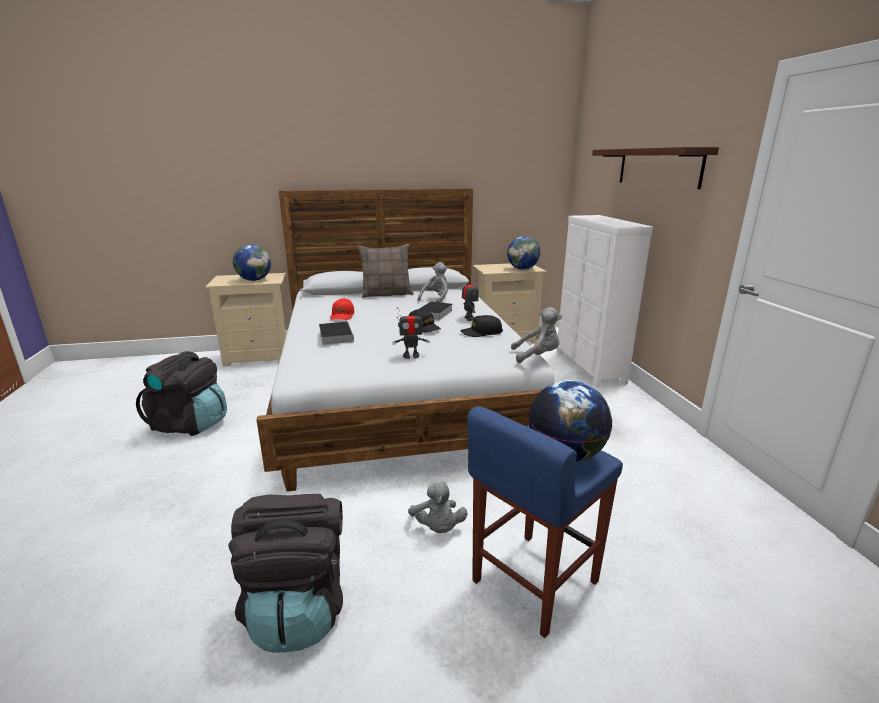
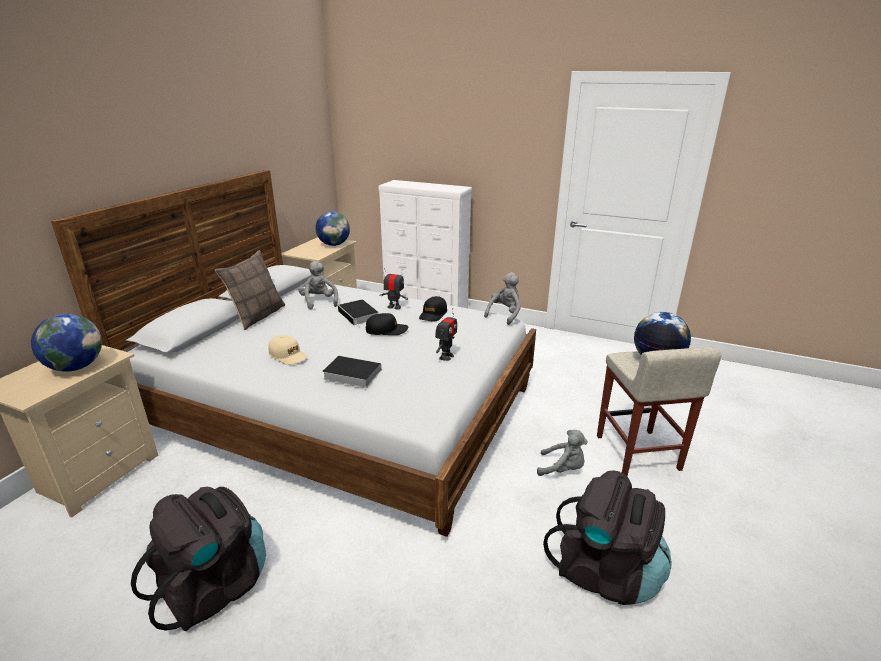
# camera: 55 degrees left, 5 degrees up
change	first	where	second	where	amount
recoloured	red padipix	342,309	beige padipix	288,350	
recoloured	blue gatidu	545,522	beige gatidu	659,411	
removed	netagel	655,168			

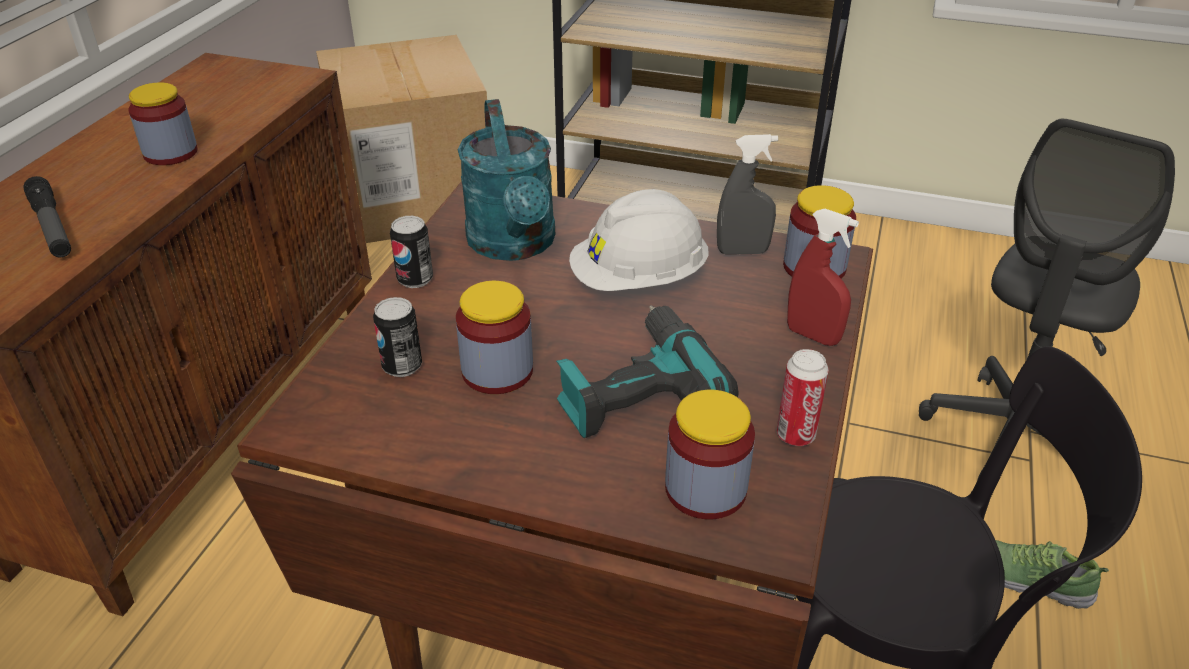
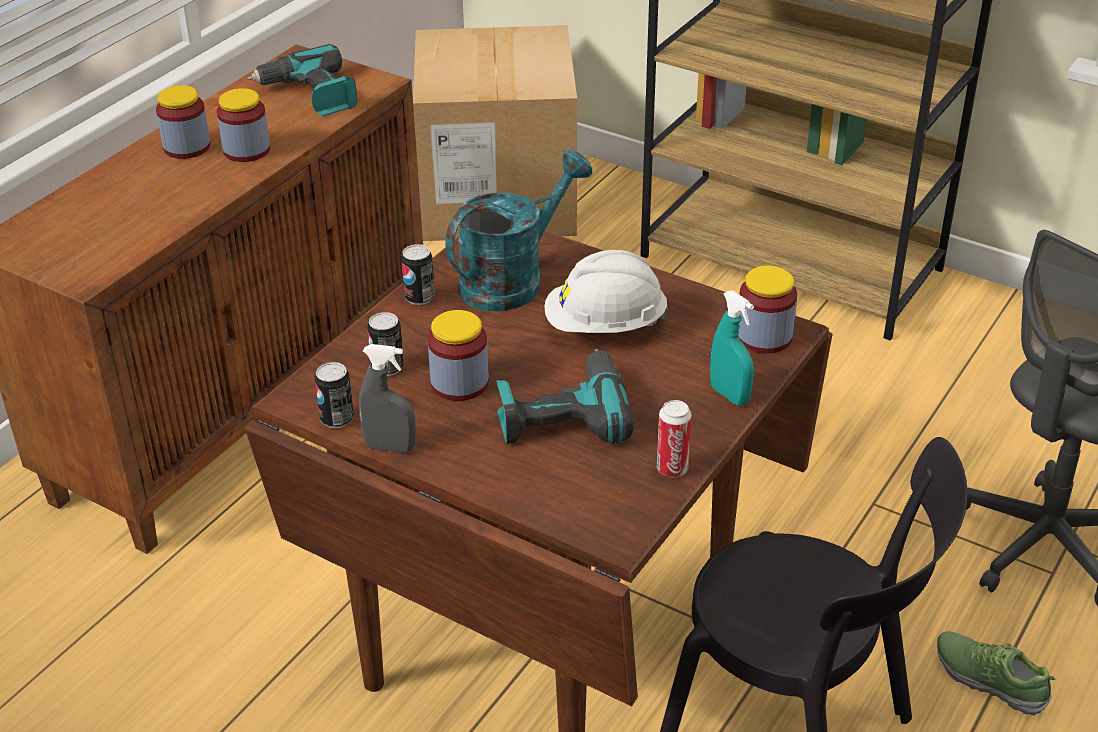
# camera: 15 degrees right, 0 degrees up
change	first	where	second	where	amount
moved	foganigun	710,454		183,122	
added			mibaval	302,80	
added			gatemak	334,395	
moved	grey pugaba	747,194		387,398	
turned	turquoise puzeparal	506,180		518,230	135 degrees counterclockwise
recoloured	red pugaba	823,277	turquoise pugaba	732,348	
removed	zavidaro	47,217			

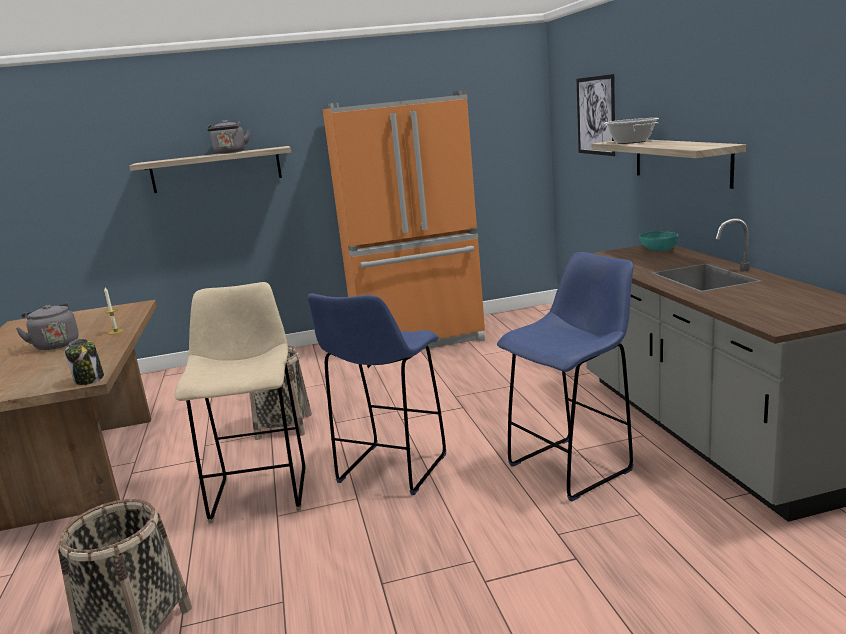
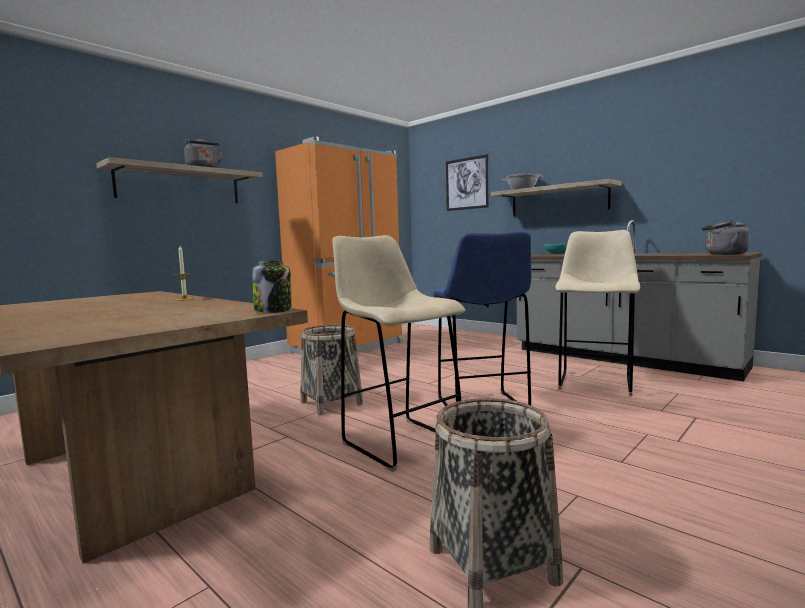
# camera: 35 degrees left, 10 degrees down
change	first	where	second	where	amount
recoloured	blue gatidu	565,376	beige gatidu	598,313	
moved	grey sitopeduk	47,326		726,237	

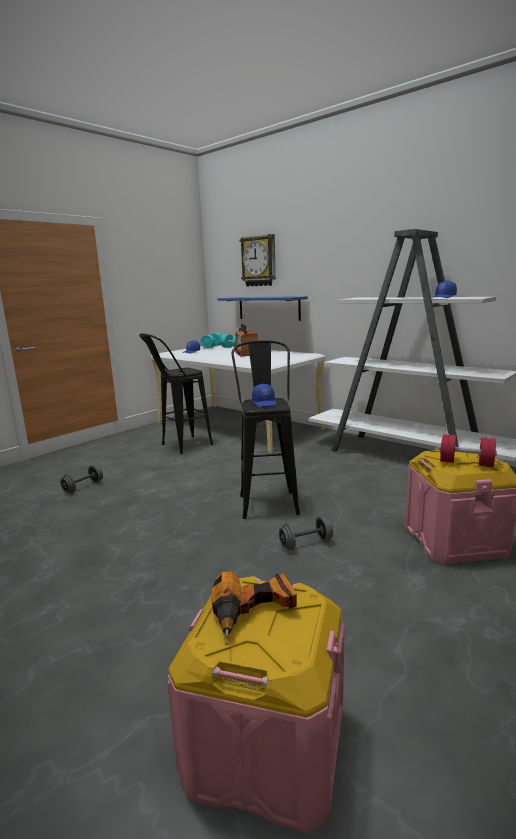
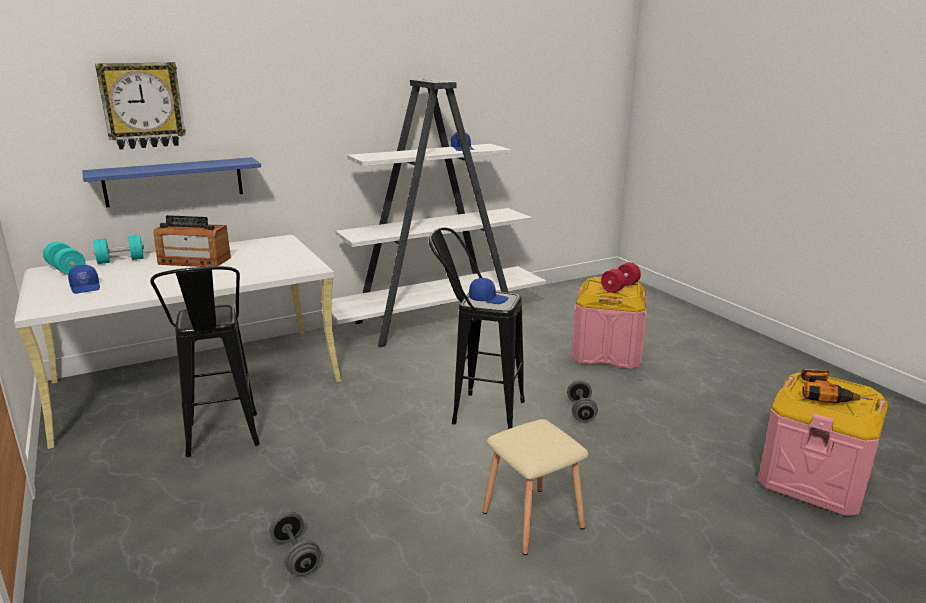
# camera: 70 degrees left, 5 degrees up
change	first	where	second	where	amount
added			beige gatidu	535,487	

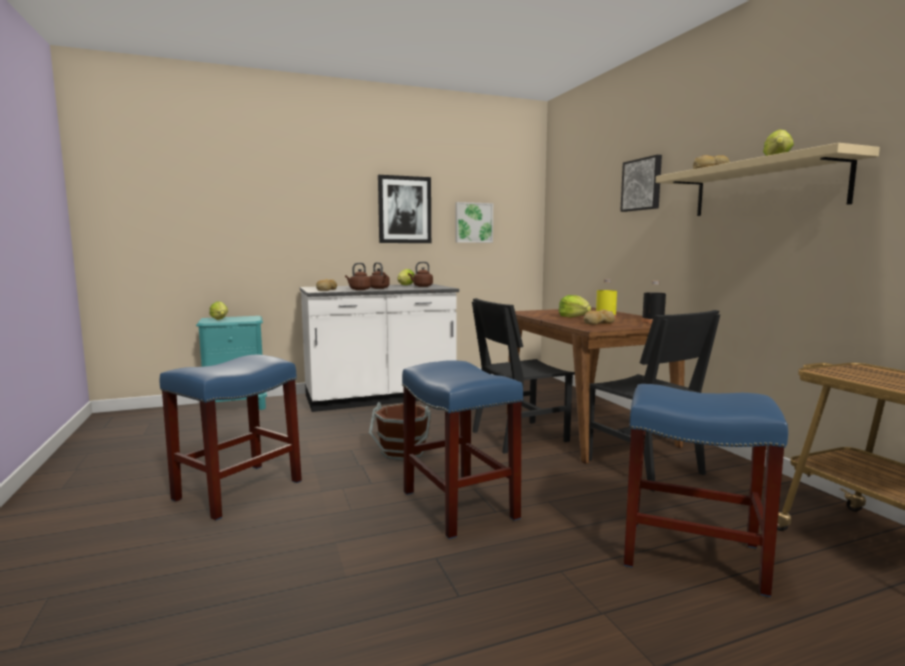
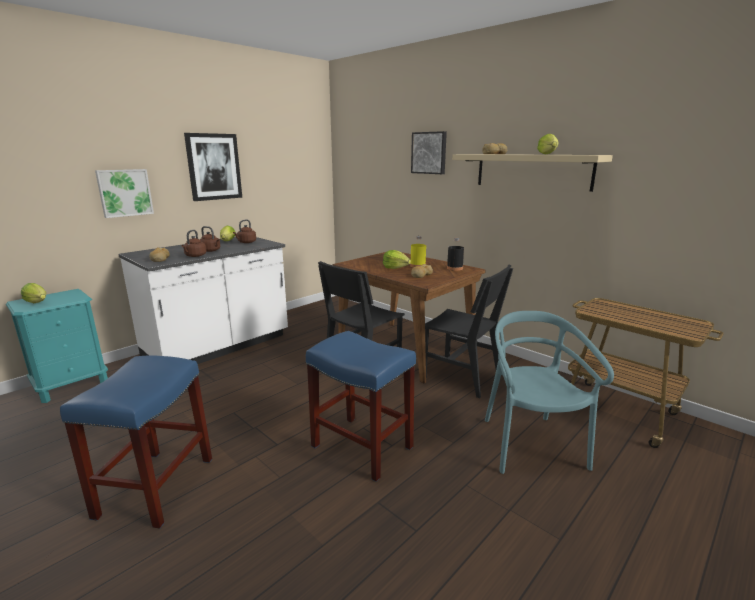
# camera: 25 degrees left, 10 degrees up
change	first	where	second	where	amount
moved	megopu	474,222		124,193	
replaced	blue gatidu	706,490	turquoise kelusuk	549,392	
removed	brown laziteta	400,431			

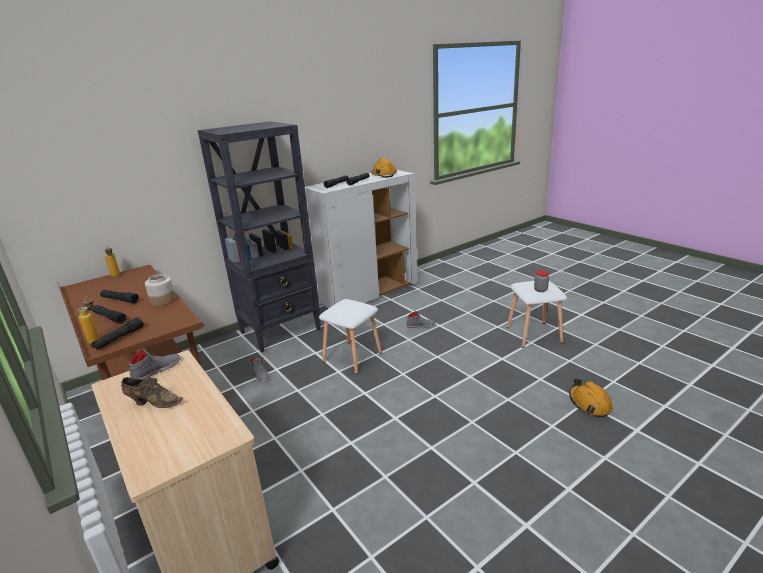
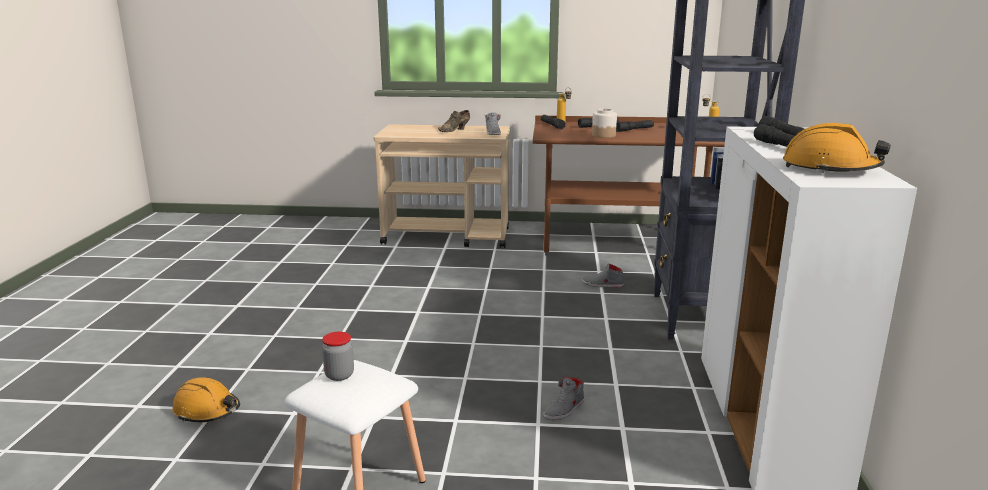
# camera: 130 degrees right, 5 degrees down
change	first	where	second	where	amount
removed	white gatidu	350,336			

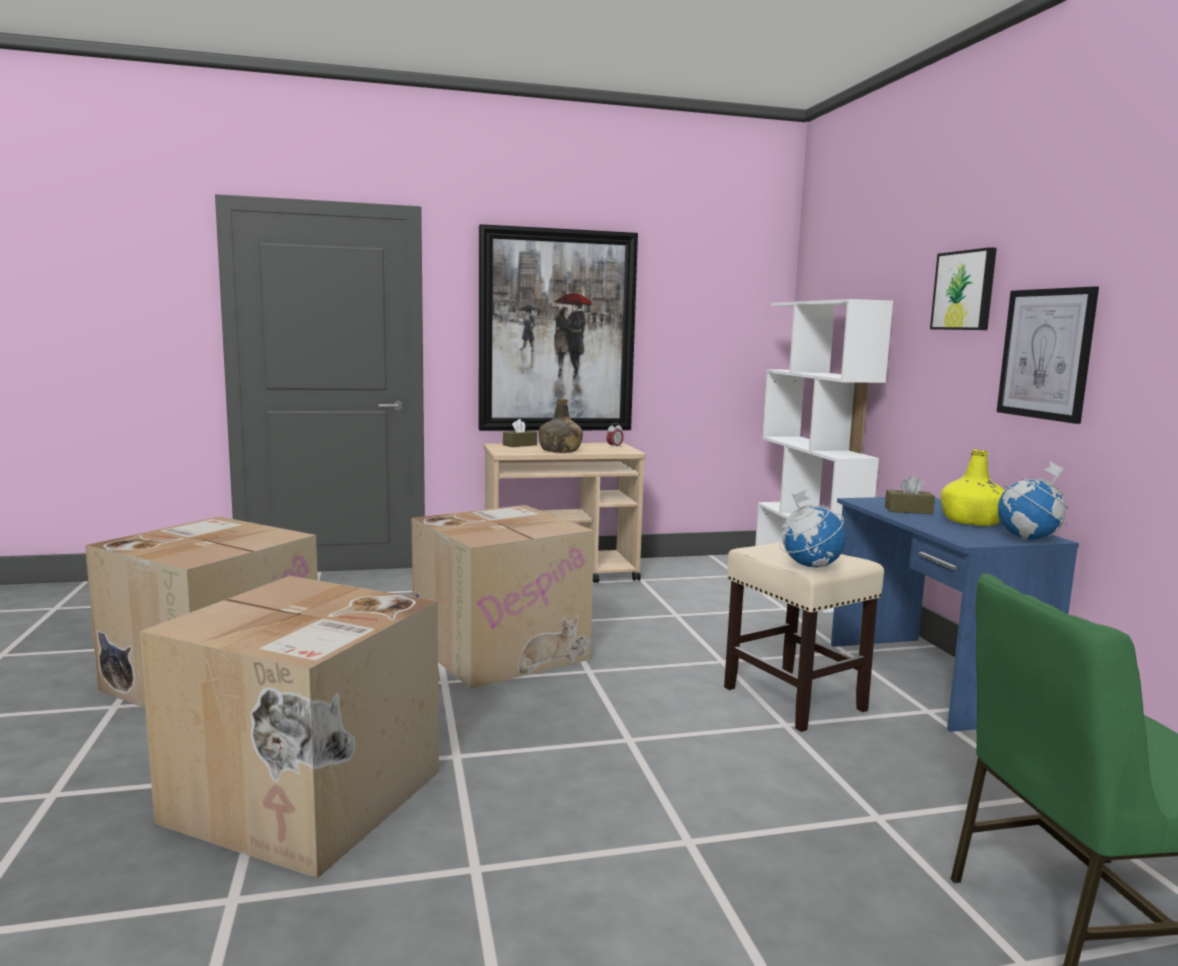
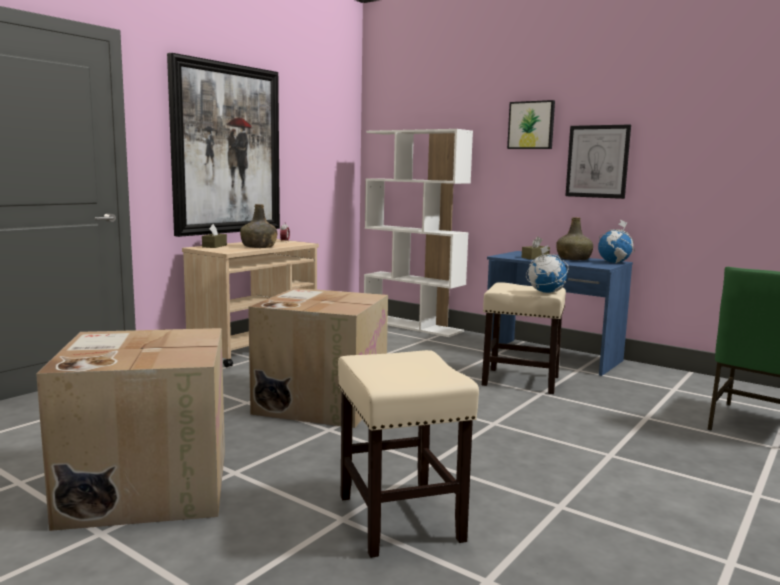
# camera: 40 degrees left, 0 degrees up
change	first	where	second	where	amount
replaced	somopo	289,727	beige gatidu	408,454	
recoloured	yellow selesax	973,487	green selesax	574,238	

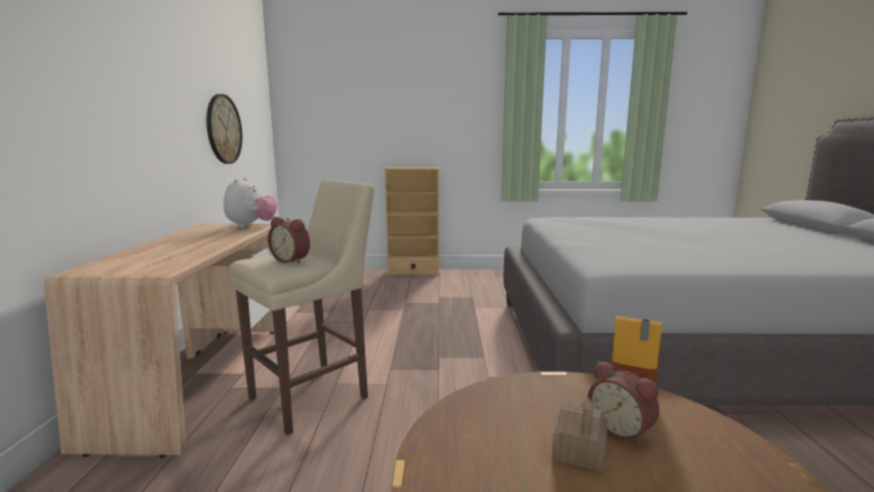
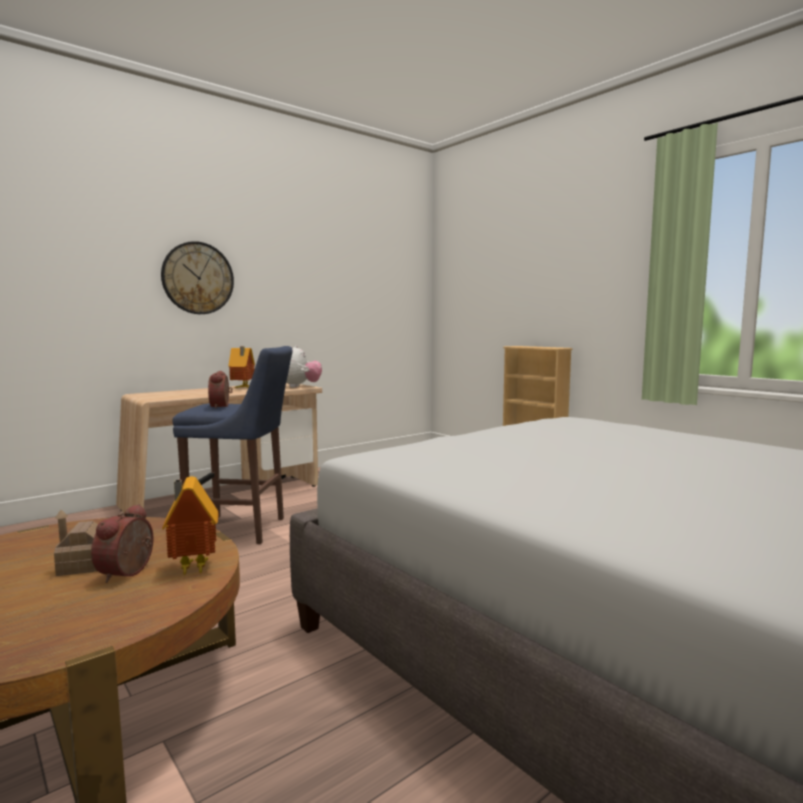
# camera: 50 degrees right, 5 degrees down
change	first	where	second	where	amount
moved	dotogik	224,129		197,277	
recoloured	beige gatidu	301,307	blue gatidu	233,445	
added			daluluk	241,367	
turned	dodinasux	250,202		304,366	45 degrees counterclockwise

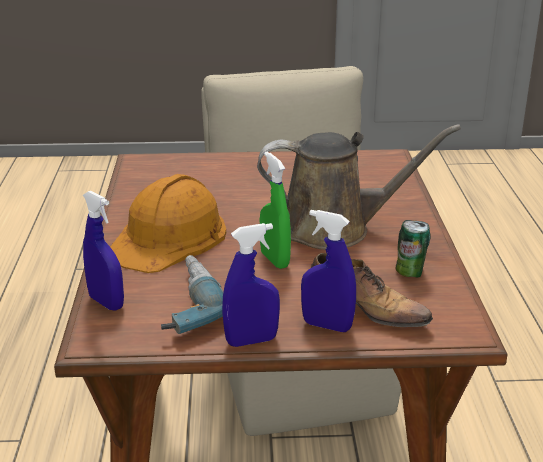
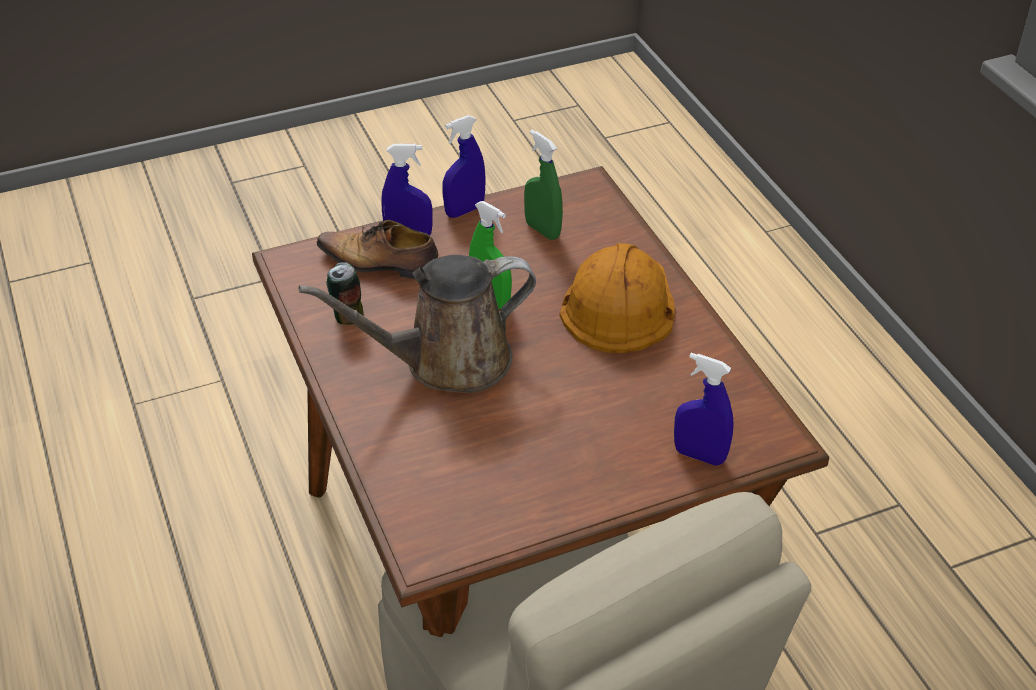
# camera: 160 degrees right, 15 degrees up
change	first	where	second	where	amount
replaced	mibaval	192,294	green pugaba	543,185	
moved	blue pugaba	103,251		704,409	

